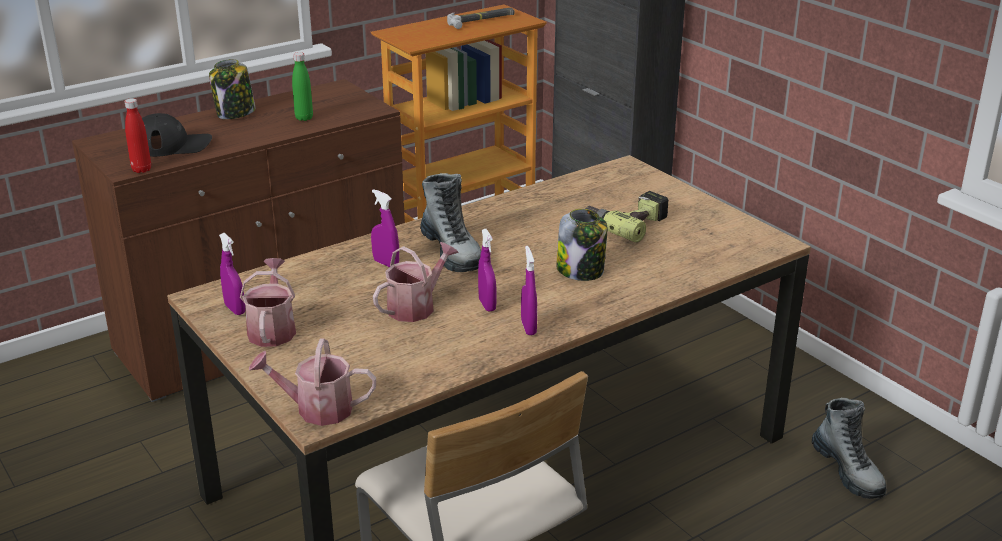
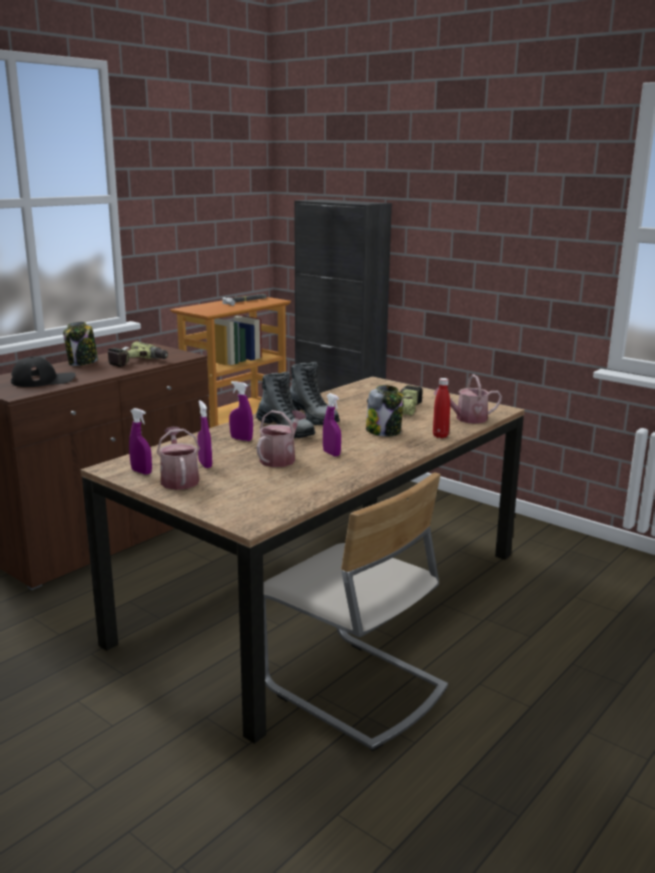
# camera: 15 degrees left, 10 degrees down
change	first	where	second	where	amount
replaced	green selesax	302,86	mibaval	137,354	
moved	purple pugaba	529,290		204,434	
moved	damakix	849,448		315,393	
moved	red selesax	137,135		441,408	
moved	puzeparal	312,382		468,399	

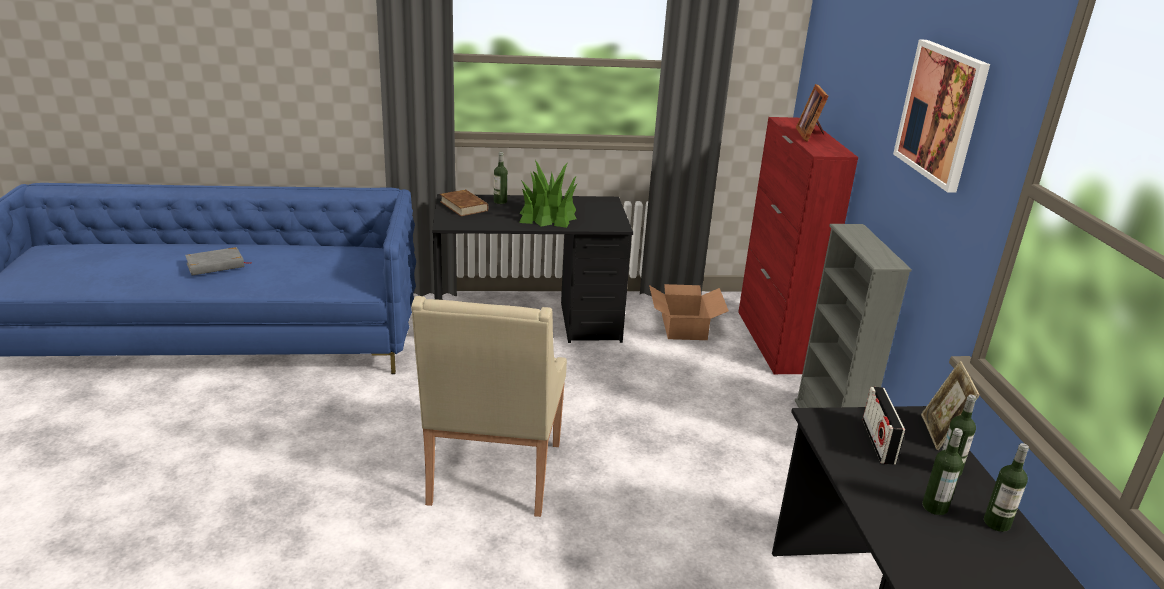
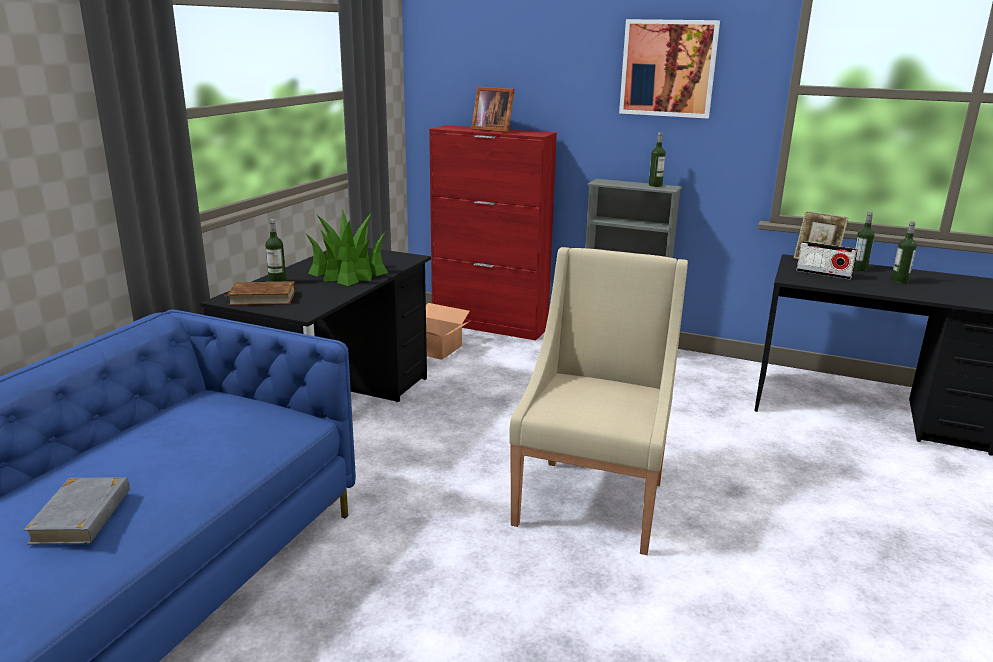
# camera: 60 degrees left, 5 degrees down
change	first	where	second	where	amount
turned	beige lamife	489,406		598,401	105 degrees counterclockwise
moved	selesax	1006,487		657,159	

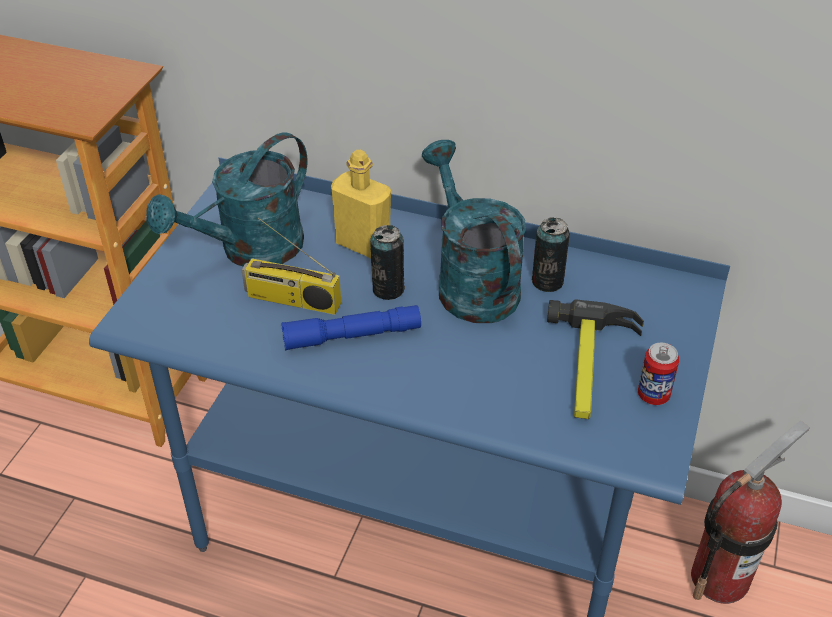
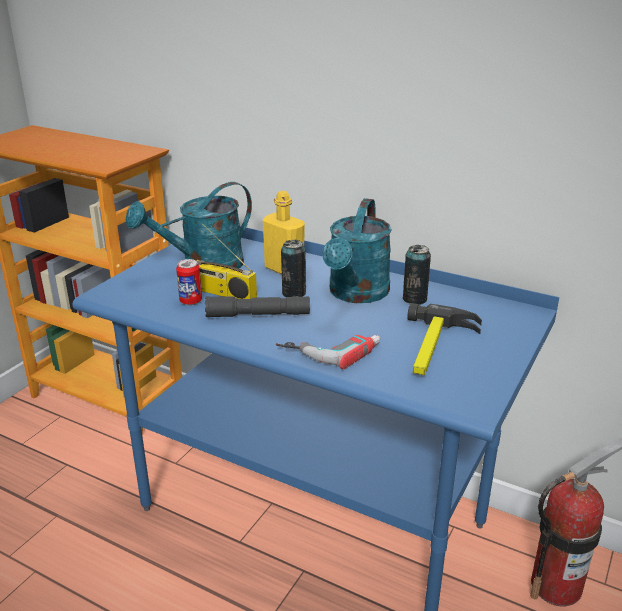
# camera: 10 degrees right, 15 degrees down
change	first	where	second	where	amount
moved	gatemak	658,374		189,282	
recoloured	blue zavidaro	351,327	grey zavidaro	257,306	
added			mibaval	328,352	
turned	turquoise puzeparal	474,231		357,250	150 degrees counterclockwise

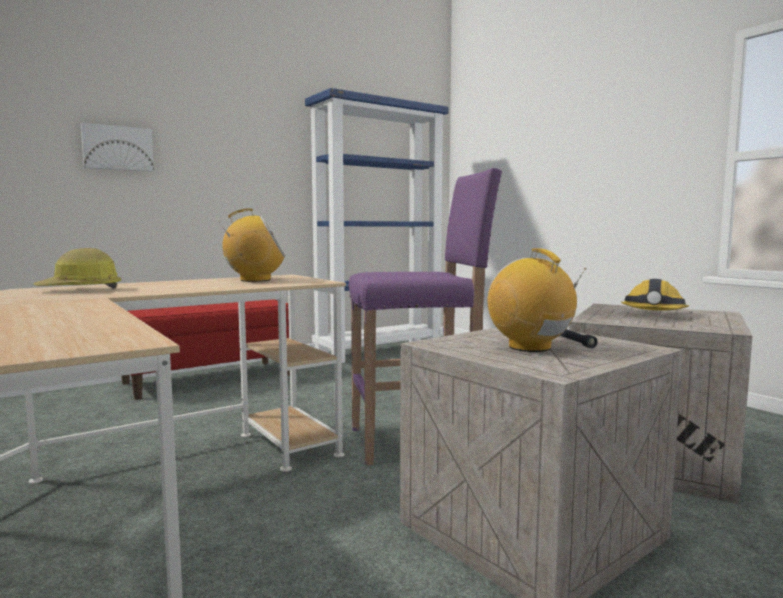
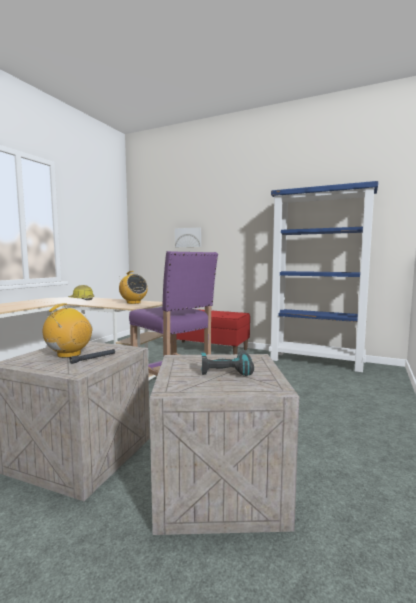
# camera: 60 degrees right, 0 degrees up
change	first	where	second	where	amount
replaced	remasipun	655,295	mibaval	227,363	

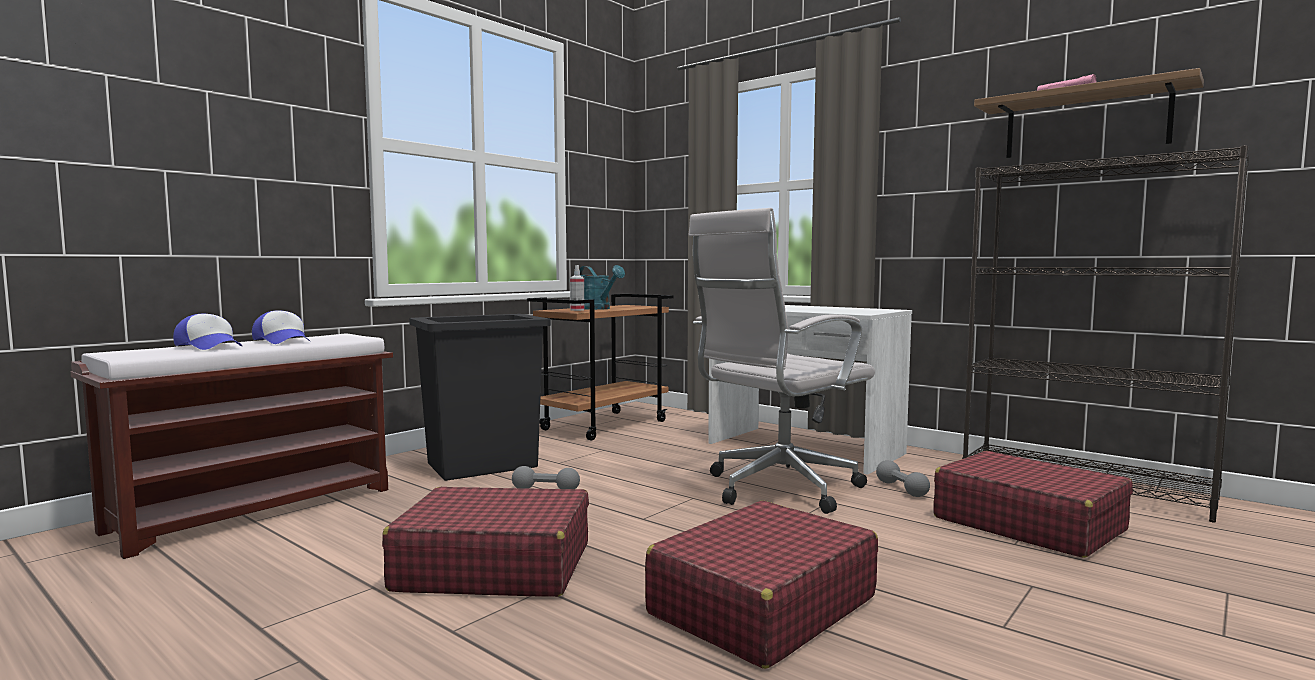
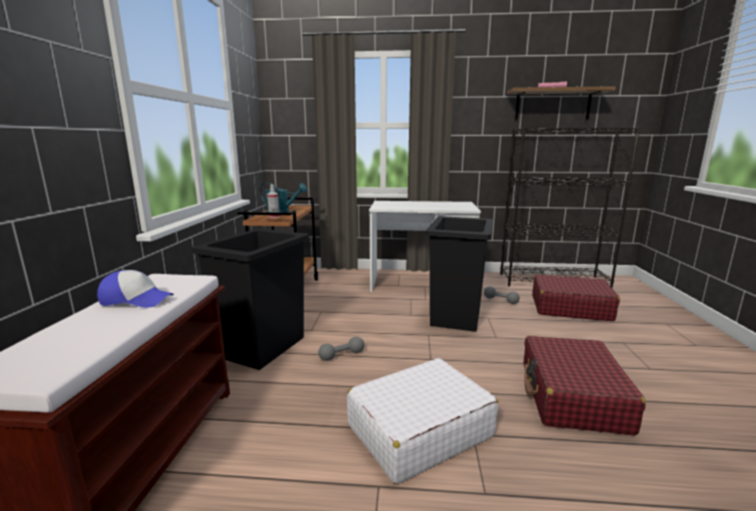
# camera: 35 degrees left, 10 degrees up
change	first	where	second	where	amount
recoloured	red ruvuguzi	485,542	white ruvuguzi	422,421	
replaced	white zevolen	781,361	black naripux	459,274	
removed	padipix	207,332			

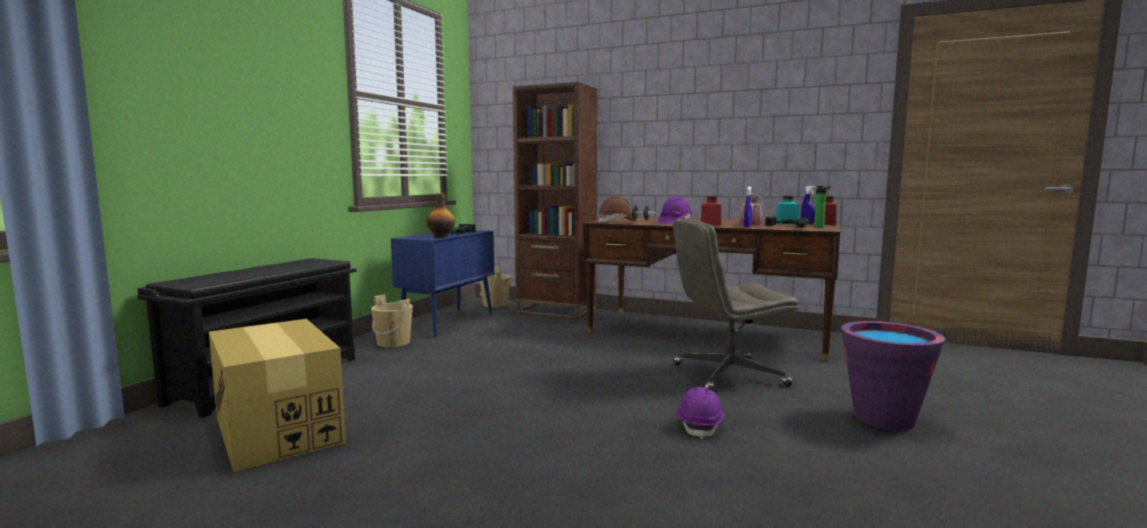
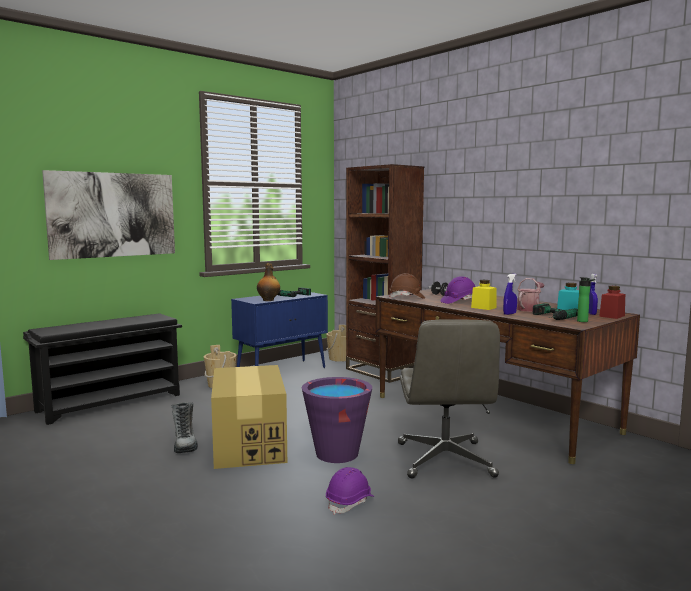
# camera: 25 degrees right, 0 degrees up
change	first	where	second	where	amount
added			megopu	108,215	
added			damakix	184,427	
moved	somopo	277,395		249,417	
moved	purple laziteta	893,376		337,420	
turned	grey zevolen	736,305		449,399	105 degrees counterclockwise
recoloured	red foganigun	711,210	yellow foganigun	484,295	

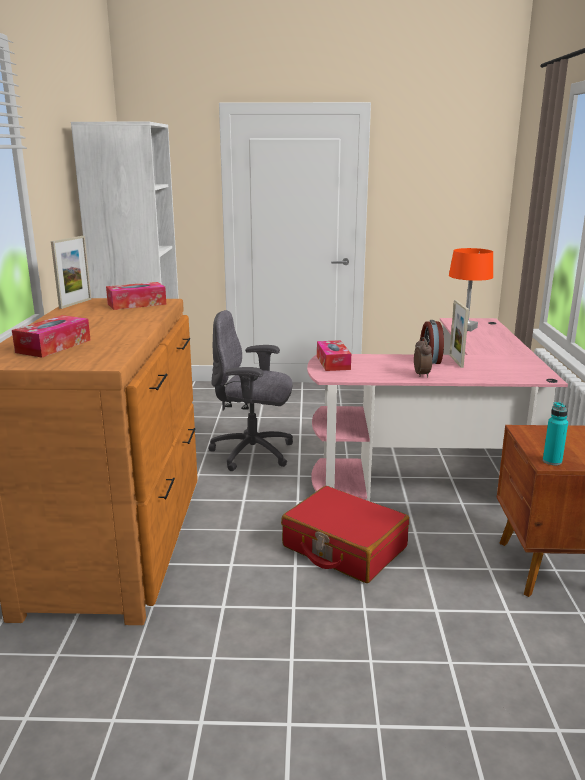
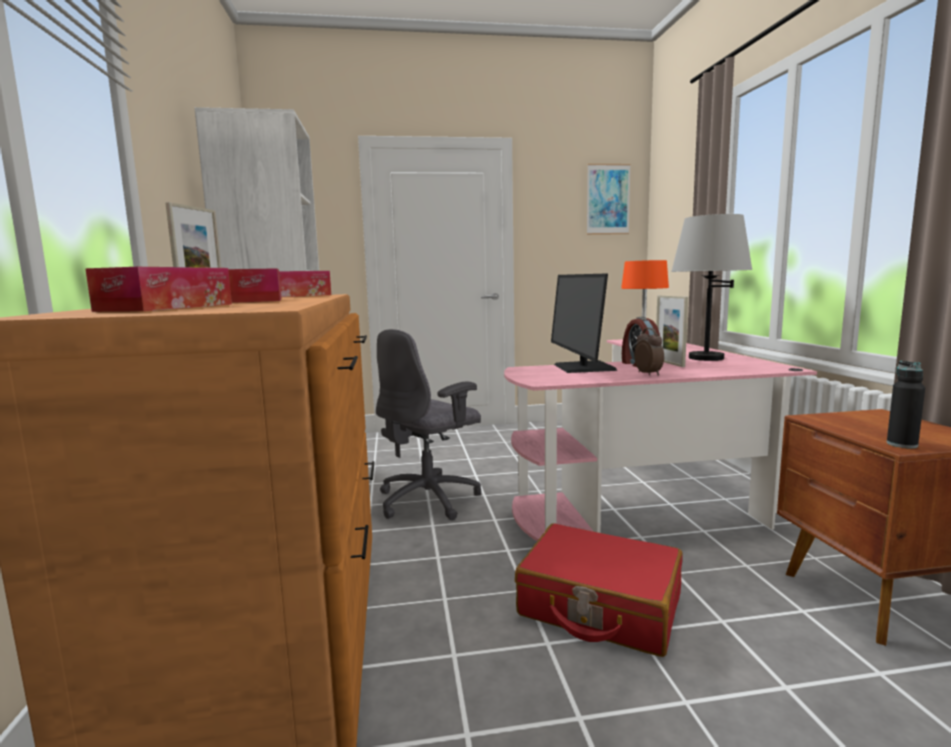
# camera: 10 degrees left, 10 degrees down
change	first	where	second	where	amount
moved	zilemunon	334,355		254,285	
turned	grey zevolen	250,390		428,424	45 degrees counterclockwise
added			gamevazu	584,323	
added			megopu	609,199	
added			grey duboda	711,287	
recoloured	turquoise selesax	555,433	black selesax	906,404	

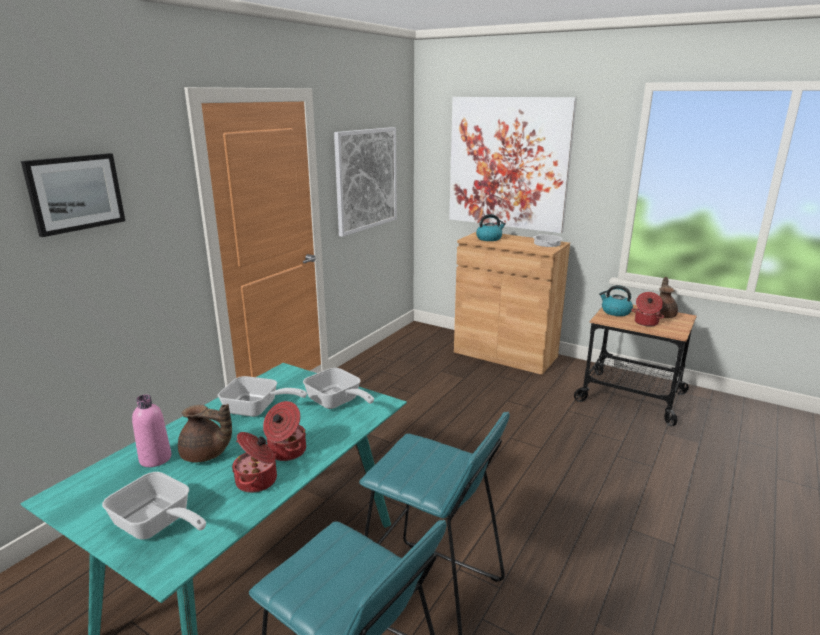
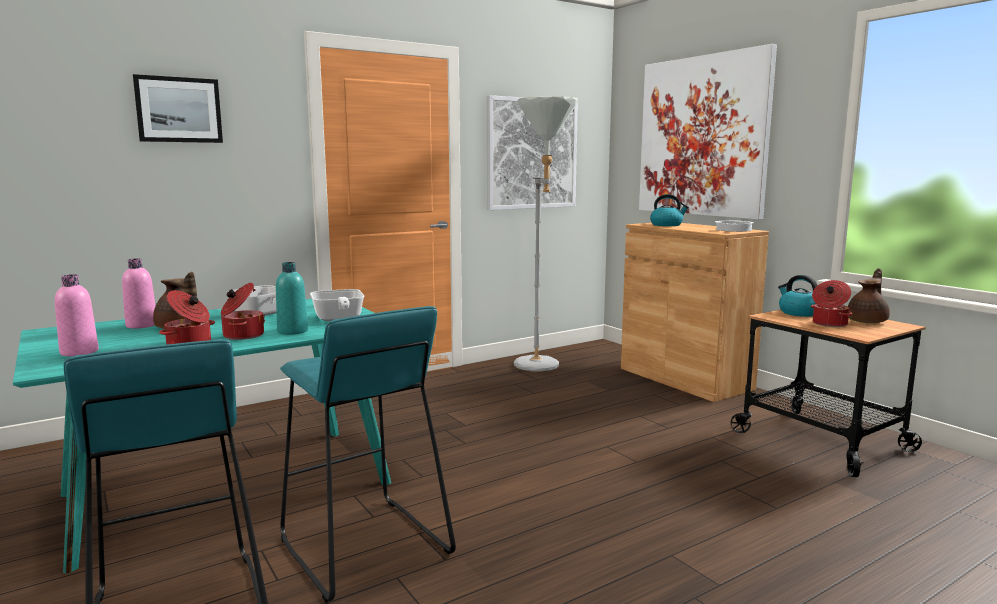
# camera: 25 degrees right, 10 degrees down
change	first	where	second	where	amount
replaced	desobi	154,506	pink selesax	77,315	
added			turquoise selesax	292,298	
added			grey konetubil	546,234	

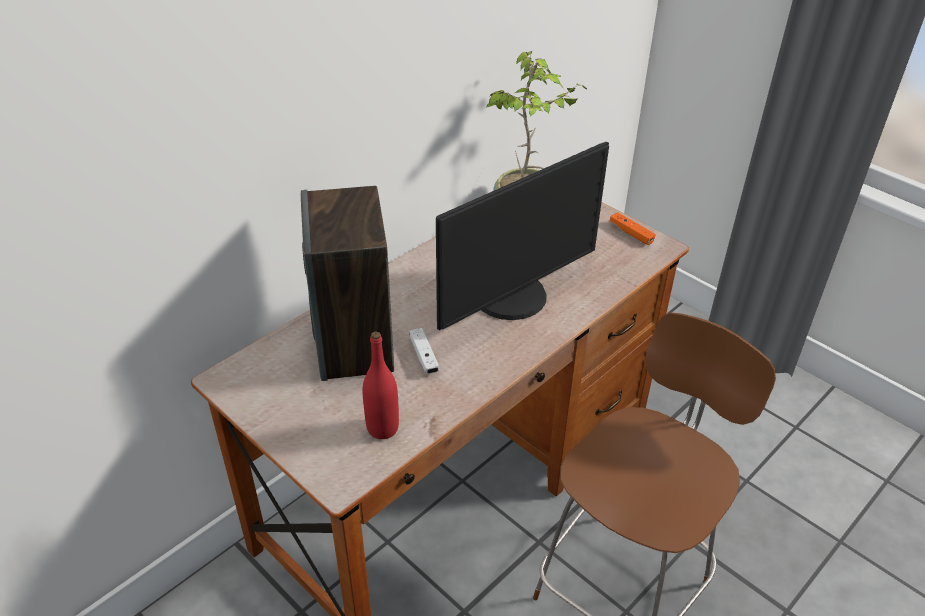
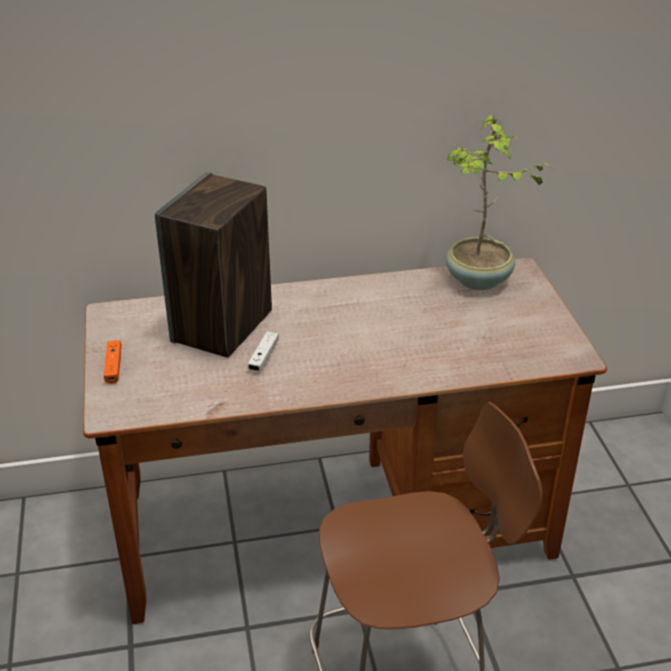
# camera: 35 degrees right, 5 degrees down
change	first	where	second	where	amount
moved	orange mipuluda	633,228		113,362	
removed	red selesax	381,385			
removed	gamevazu	522,236			

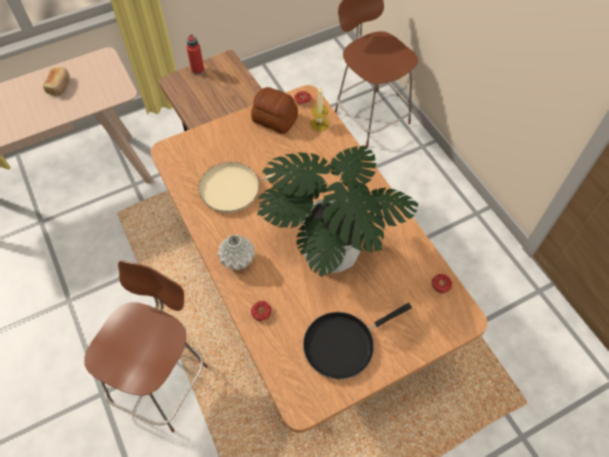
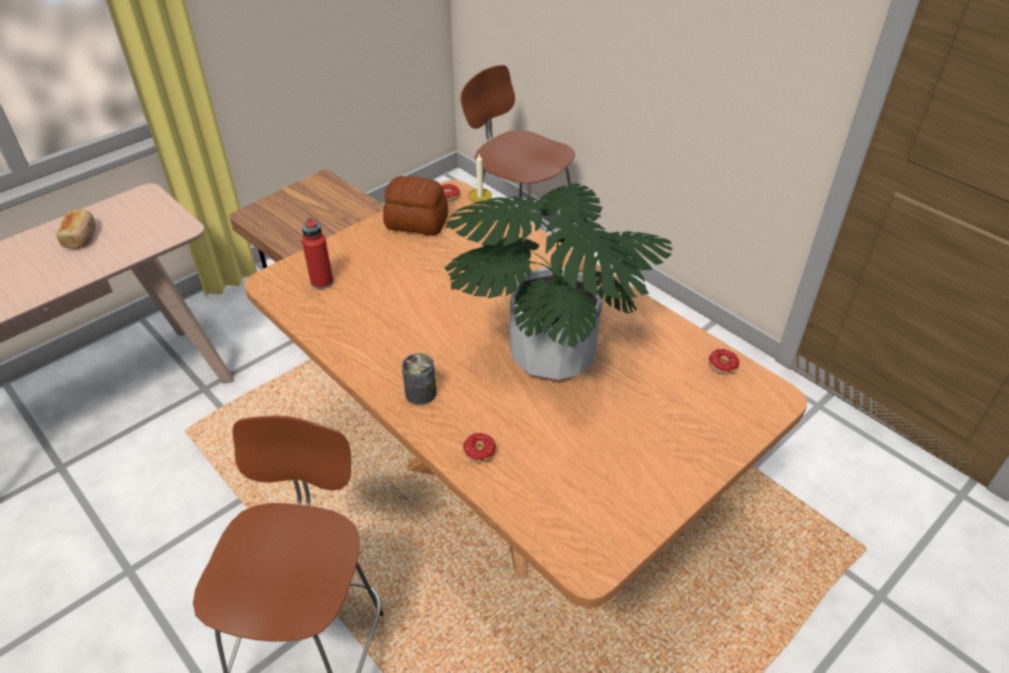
# camera: 15 degrees left, 15 degrees down
change	first	where	second	where	amount
moved	red selesax	195,54		317,253	
replaced	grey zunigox	236,252	gatemak	419,379	
removed	beige desobi	245,187			
removed	black desobi	357,341			

